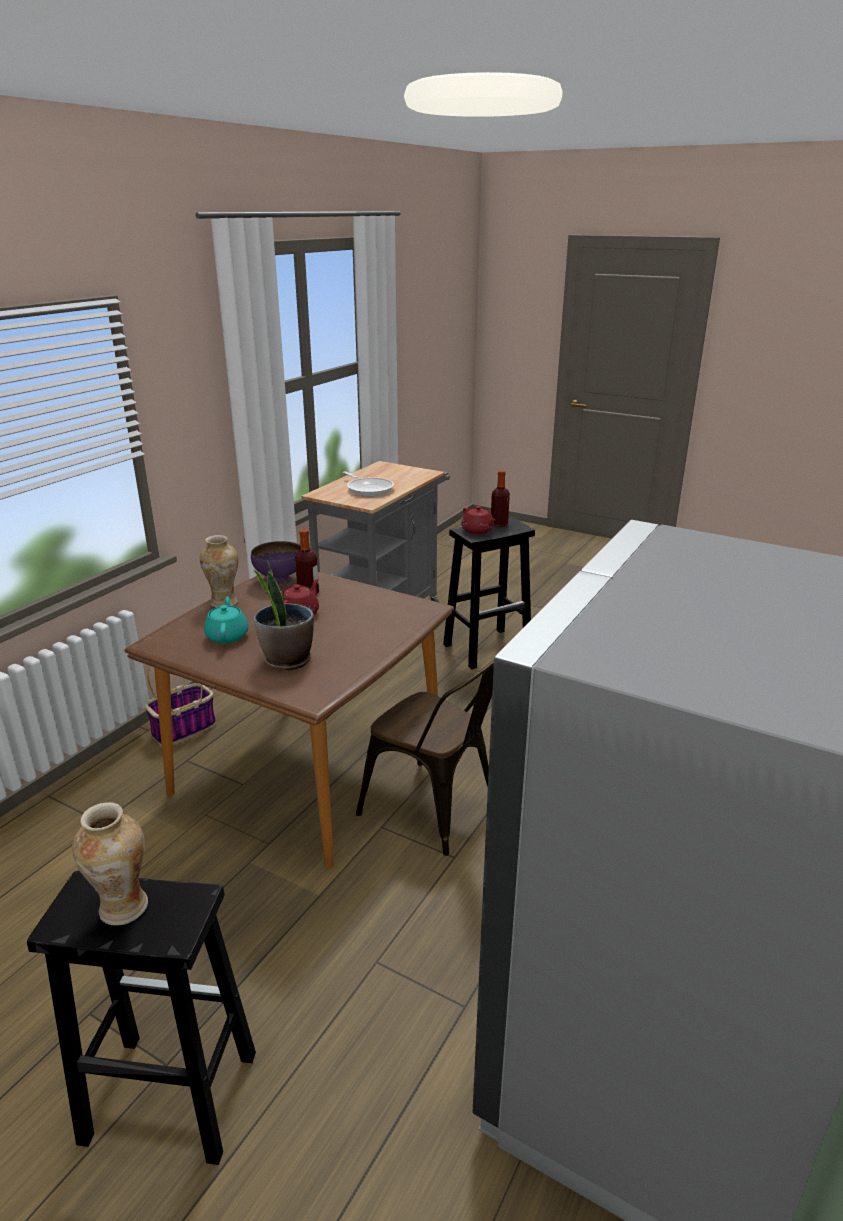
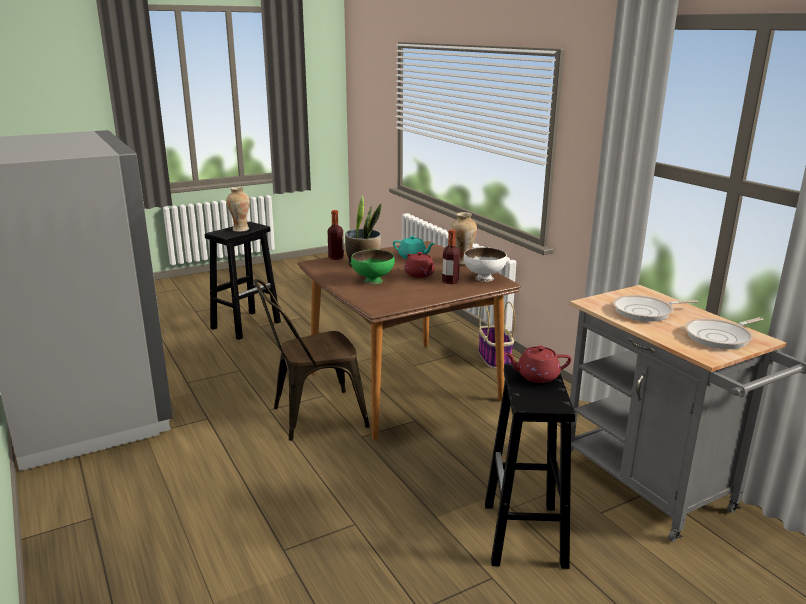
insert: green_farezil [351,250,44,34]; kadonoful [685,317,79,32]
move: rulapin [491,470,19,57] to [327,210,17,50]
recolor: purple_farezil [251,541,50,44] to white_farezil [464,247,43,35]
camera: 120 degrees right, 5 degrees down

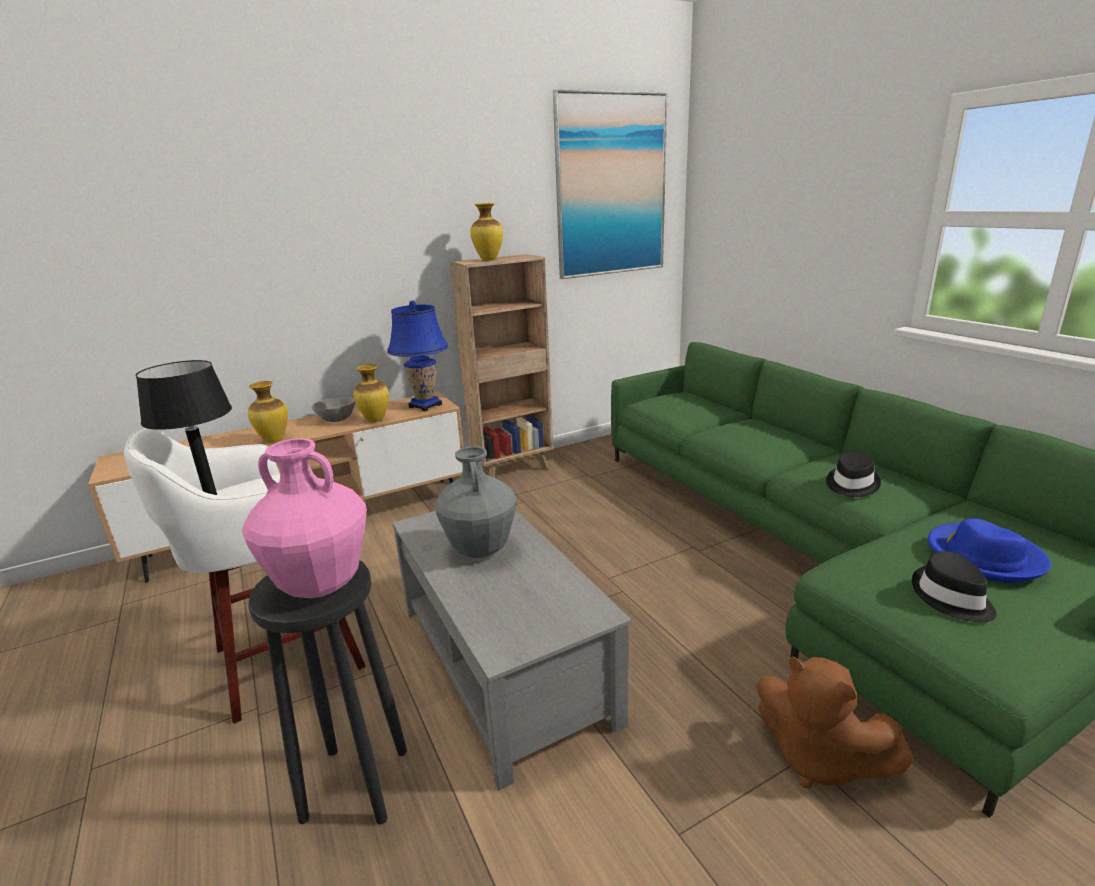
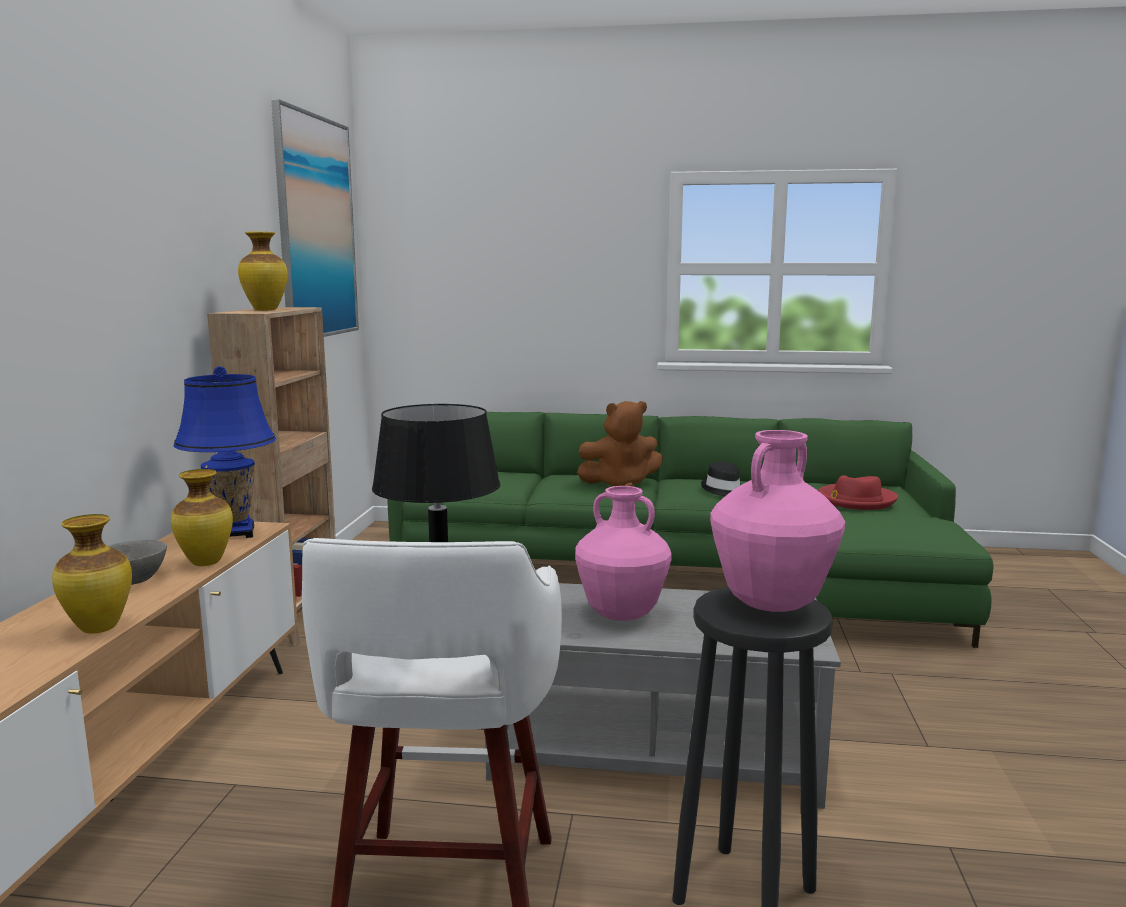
delete: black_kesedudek [912,551,84,71]
move: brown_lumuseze [757,656,157,133] to [577,401,86,85]
recolor: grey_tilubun [435,446,82,112] to pink_tilubun [575,486,97,135]; blue_kesedudek [928,518,123,65] to red_kesedudek [818,475,80,35]
camera: 55 degrees left, 10 degrees down

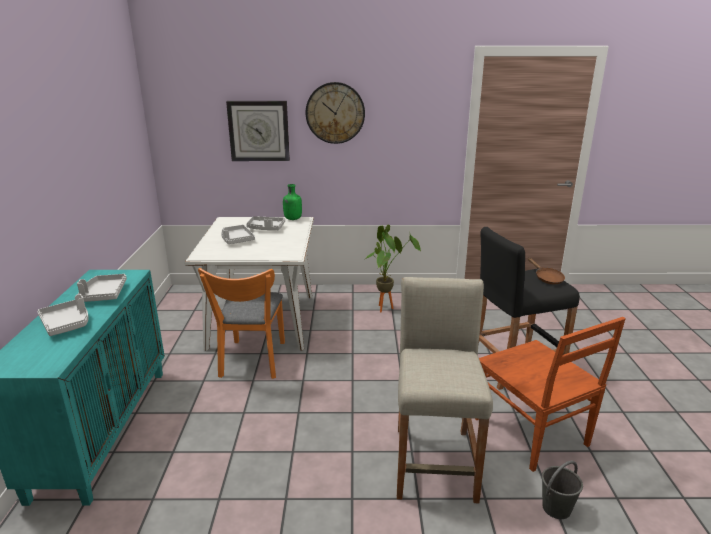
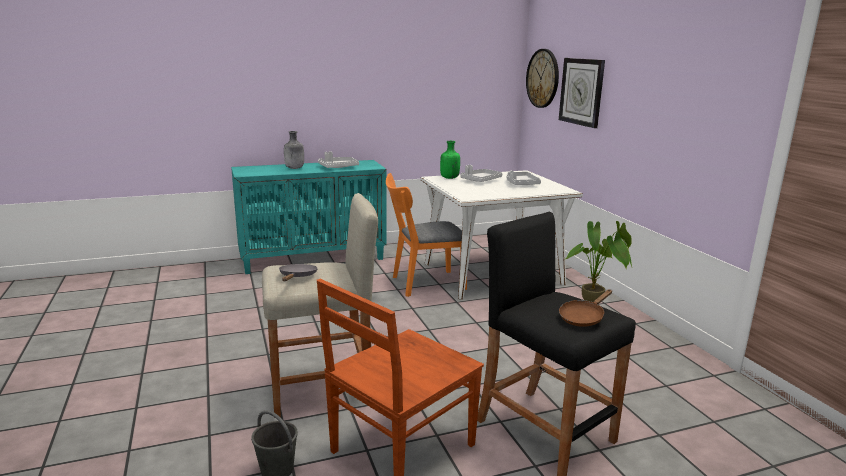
insert: grey_kadonoful [279,264,38,17]
move: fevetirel [306,82,59,62] to [526,49,33,59]; green_rulapin [283,184,19,36] to [440,141,20,38]
replace: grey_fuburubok [37,294,52,42] to grey_rulapin [284,131,20,38]
camera: 70 degrees right, 5 degrees down

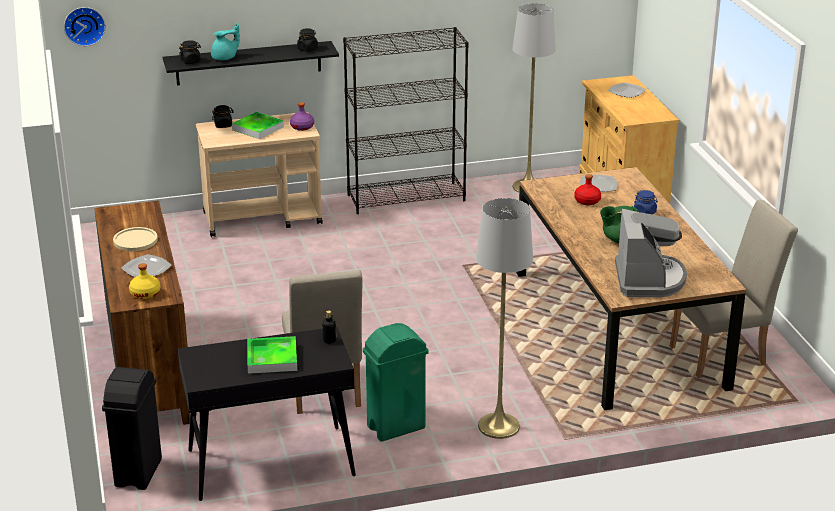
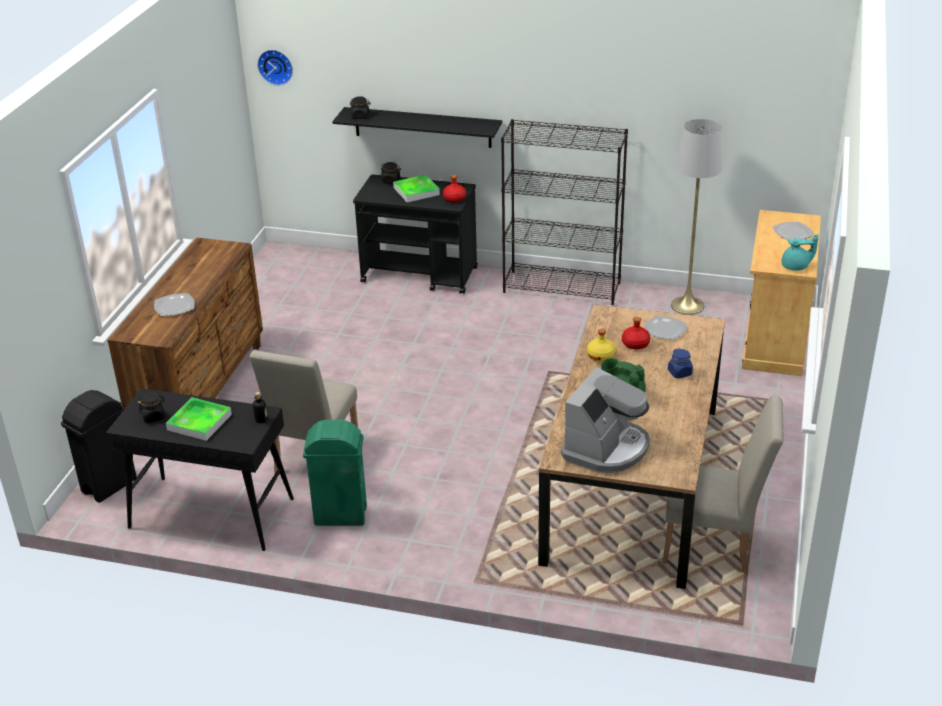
delete: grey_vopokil [476,198,57,241]; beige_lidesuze [113,227,45,24]
move: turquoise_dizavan [211,23,29,37] to [782,234,37,37]; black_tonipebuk [297,28,21,24] to [138,393,27,30]; yellow_rulapin [129,263,31,36] to [587,329,29,33]
recolor: purple_rulapin [290,102,24,29] to red_rulapin [443,175,23,28]; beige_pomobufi [196,112,127,125] to black_pomobufi [353,174,125,120]
camera: 30 degrees right, 5 degrees up

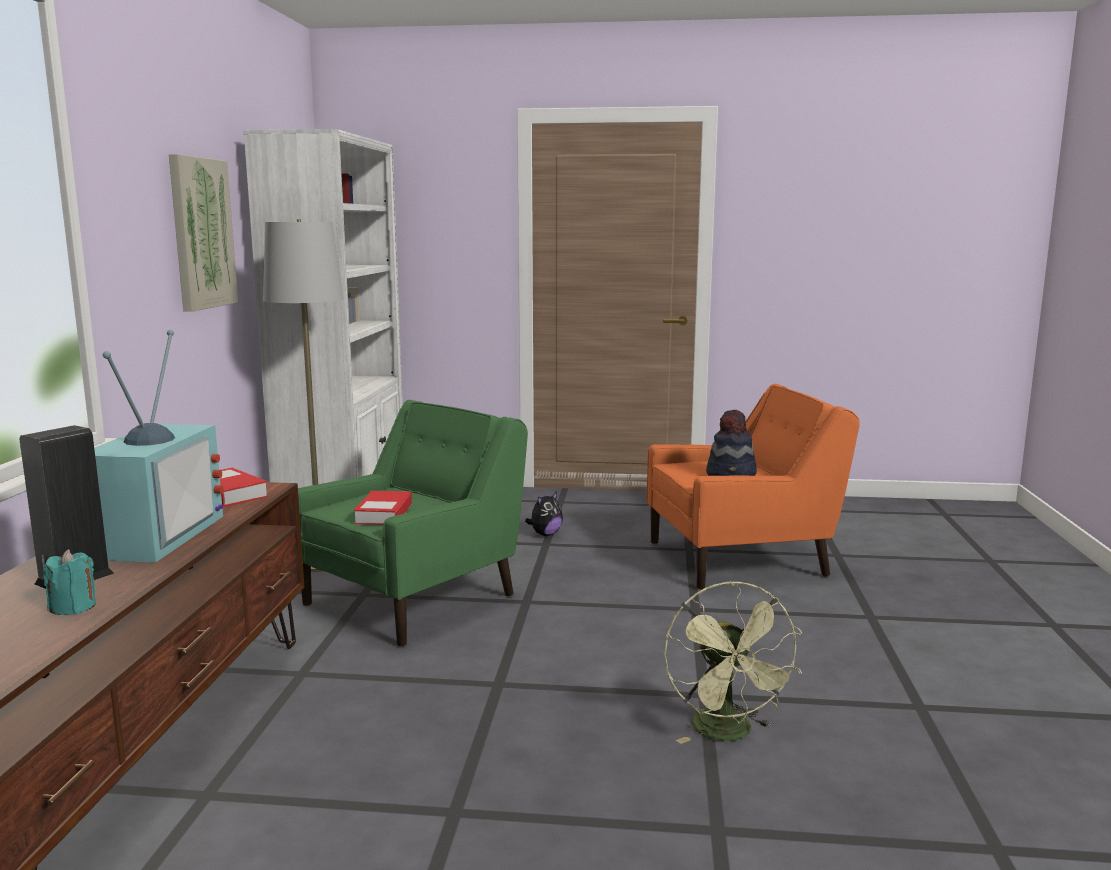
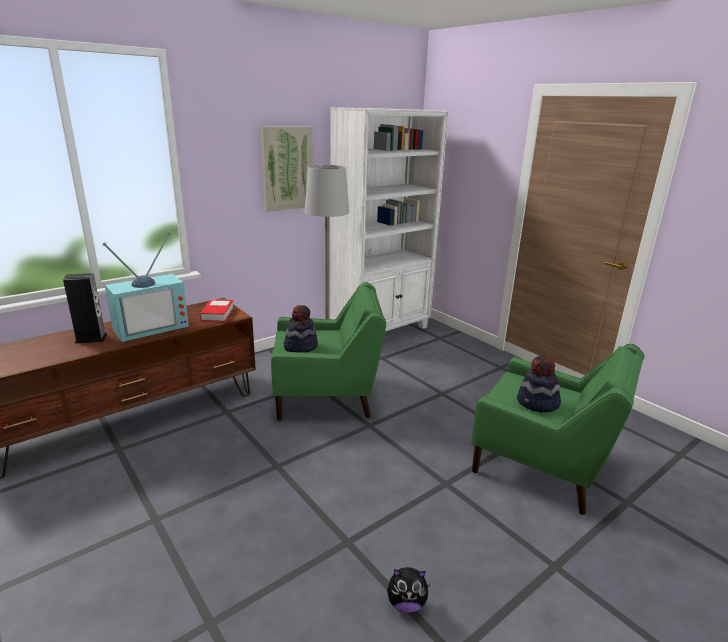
delete: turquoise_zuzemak [43,549,53,66]; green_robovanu [664,581,138,163]
move: lumuseze [525,491,38,45] to [387,567,43,46]
replace: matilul [354,491,58,34] to kesedudek [284,305,34,47]
recolor: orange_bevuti [646,384,214,206] to green_bevuti [471,344,174,171]
camera: 45 degrees right, 10 degrees up

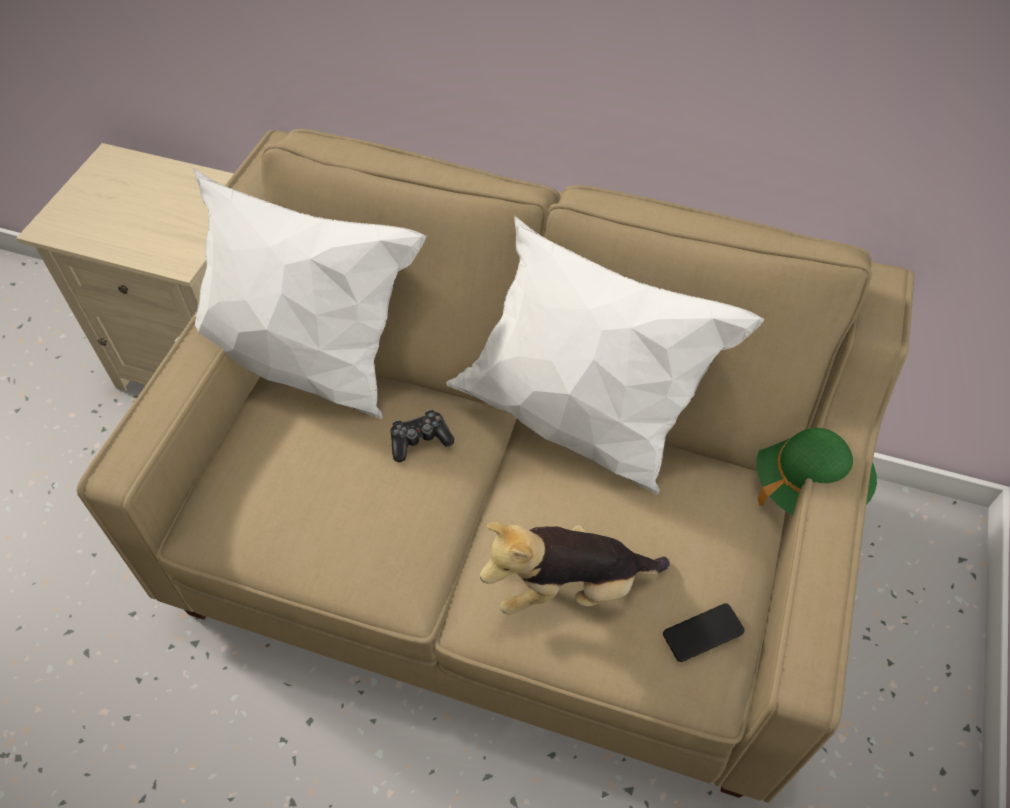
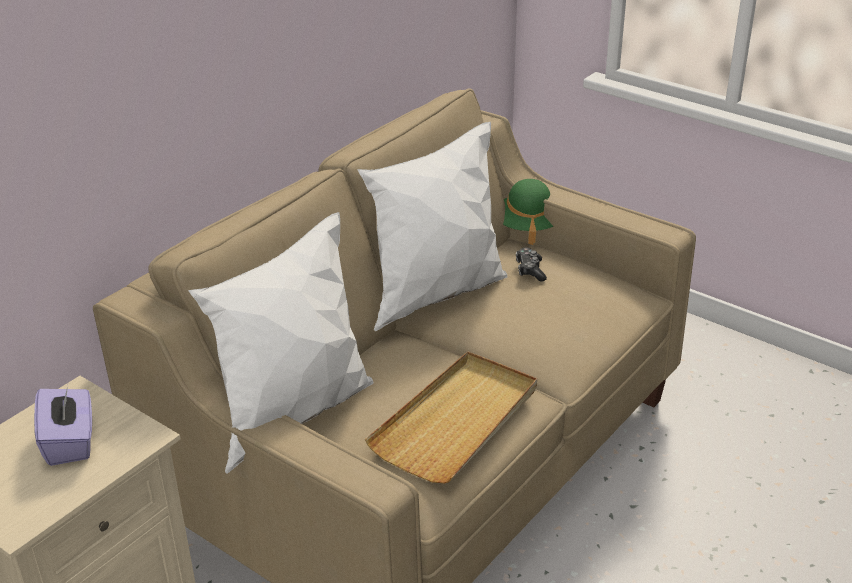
delete: lumuseze [480,522,190,93]; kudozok [663,603,82,59]
insert: beige_fuburubok [365,352,172,131]; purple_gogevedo [34,382,58,84]
move: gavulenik [390,410,64,52] to [516,248,31,34]
camera: 70 degrees left, 20 degrees down

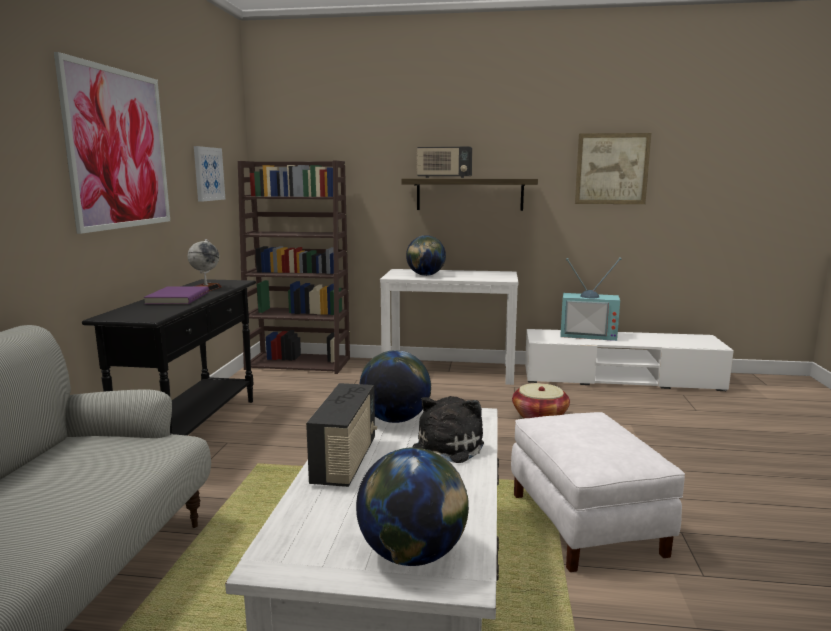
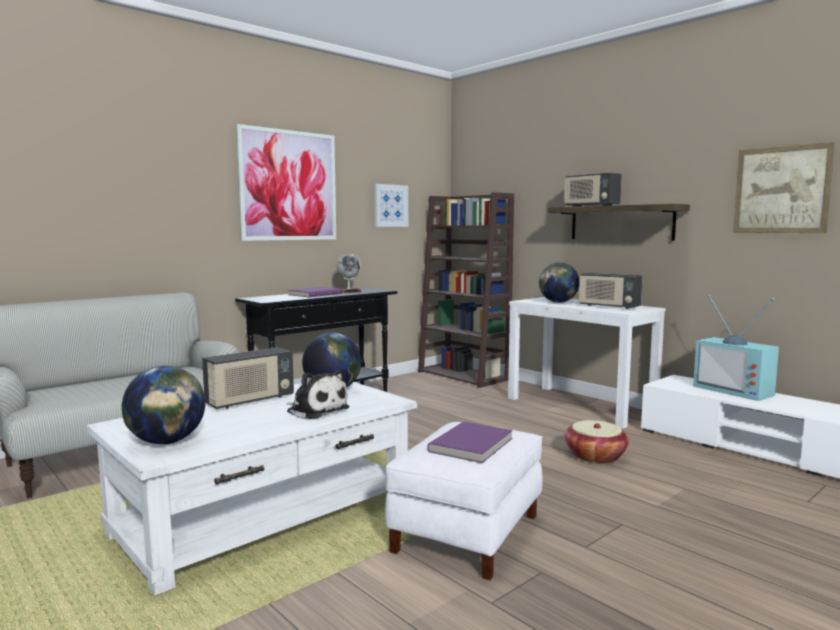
insert: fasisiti [578,273,64,36]; purple_matilul [427,422,86,41]
rotate: lumuseze [412,396,72,67] = [286,370,64,49] 60 degrees clockwise
camera: 40 degrees right, 5 degrees down

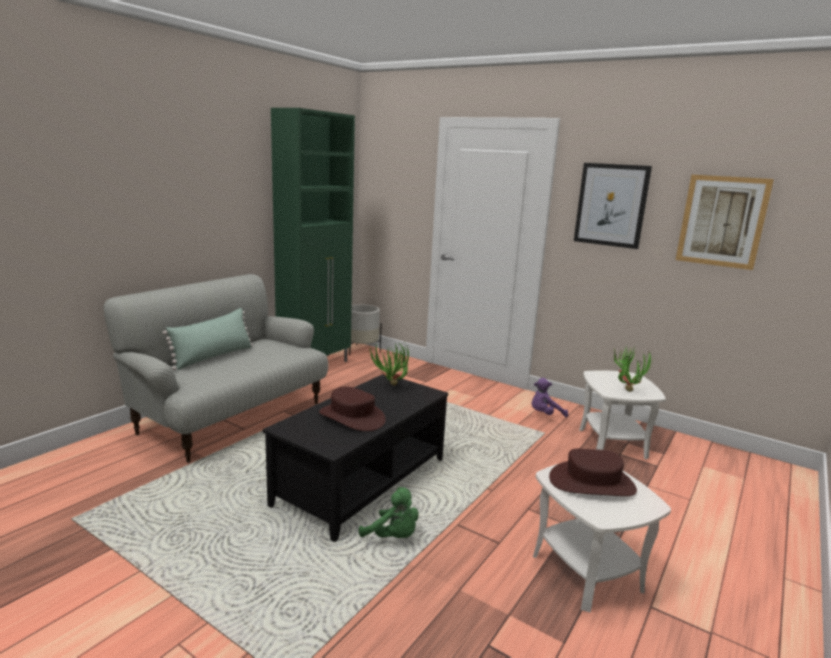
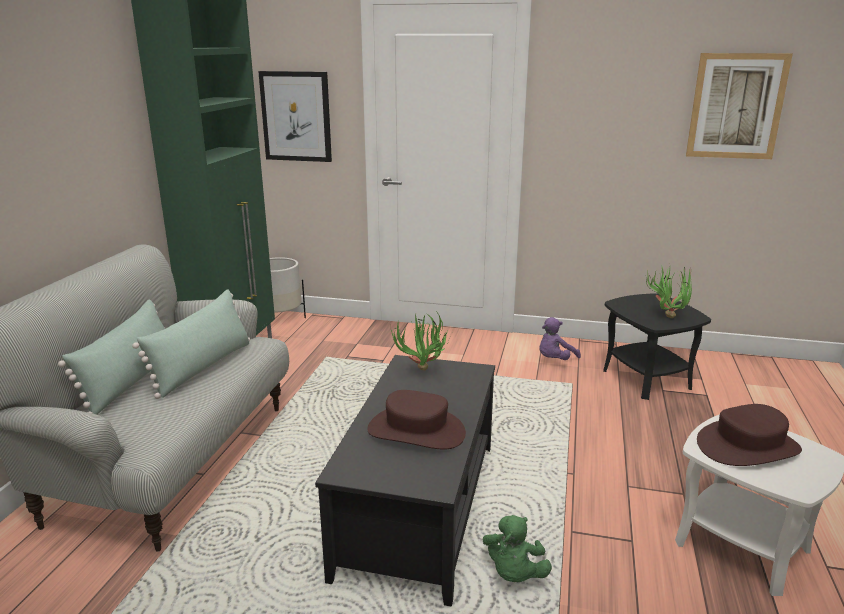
insert: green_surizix [132,289,118,110]
move: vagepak [574,163,78,86] to [258,71,74,91]
recolor: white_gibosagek [579,370,87,90] to black_gibosagek [603,293,108,107]
rotate: green_lumuseze [359,487,60,51] = [483,515,69,67] 90 degrees clockwise
camera: 20 degrees left, 5 degrees up

